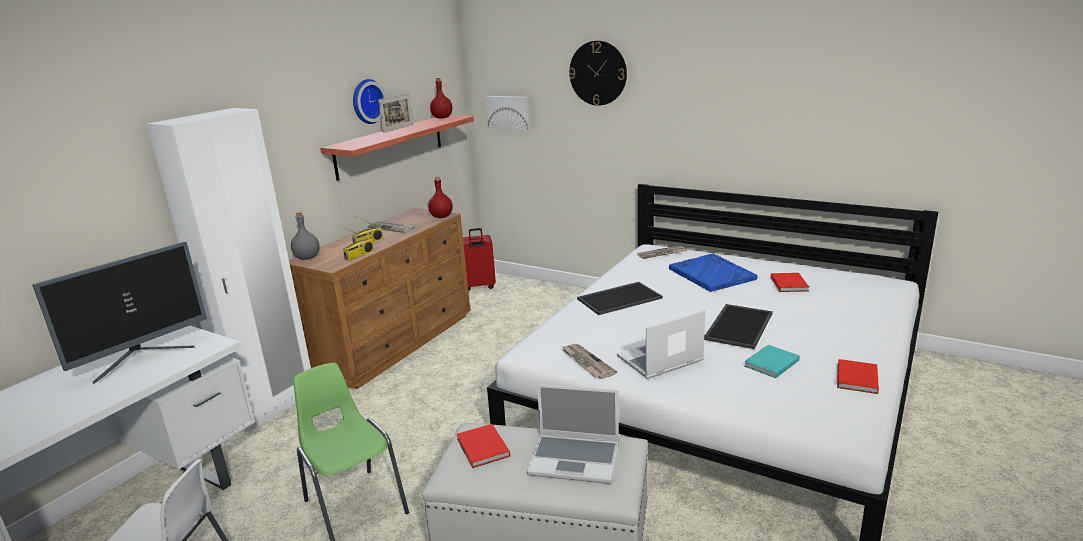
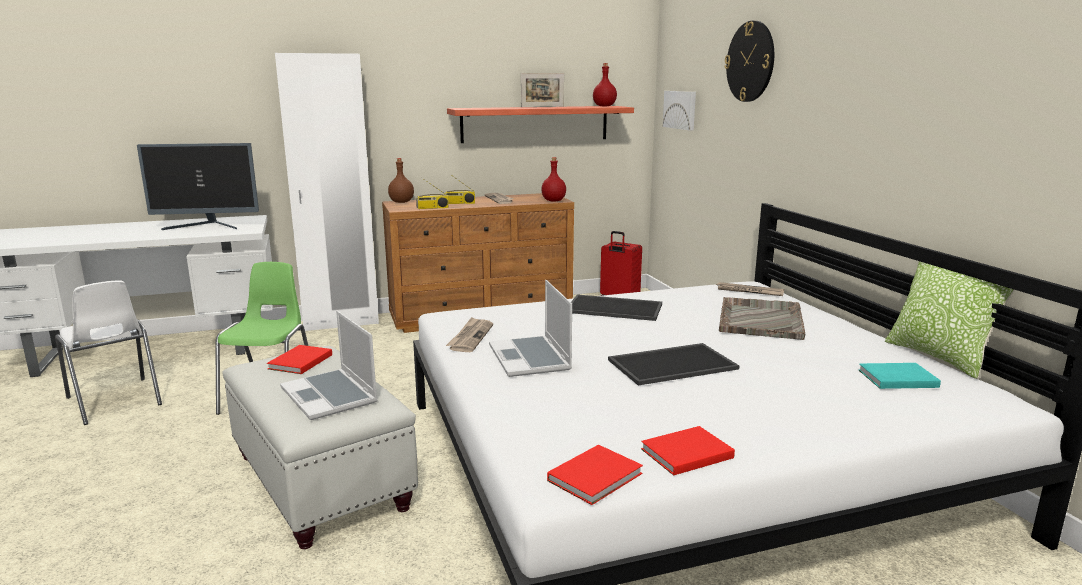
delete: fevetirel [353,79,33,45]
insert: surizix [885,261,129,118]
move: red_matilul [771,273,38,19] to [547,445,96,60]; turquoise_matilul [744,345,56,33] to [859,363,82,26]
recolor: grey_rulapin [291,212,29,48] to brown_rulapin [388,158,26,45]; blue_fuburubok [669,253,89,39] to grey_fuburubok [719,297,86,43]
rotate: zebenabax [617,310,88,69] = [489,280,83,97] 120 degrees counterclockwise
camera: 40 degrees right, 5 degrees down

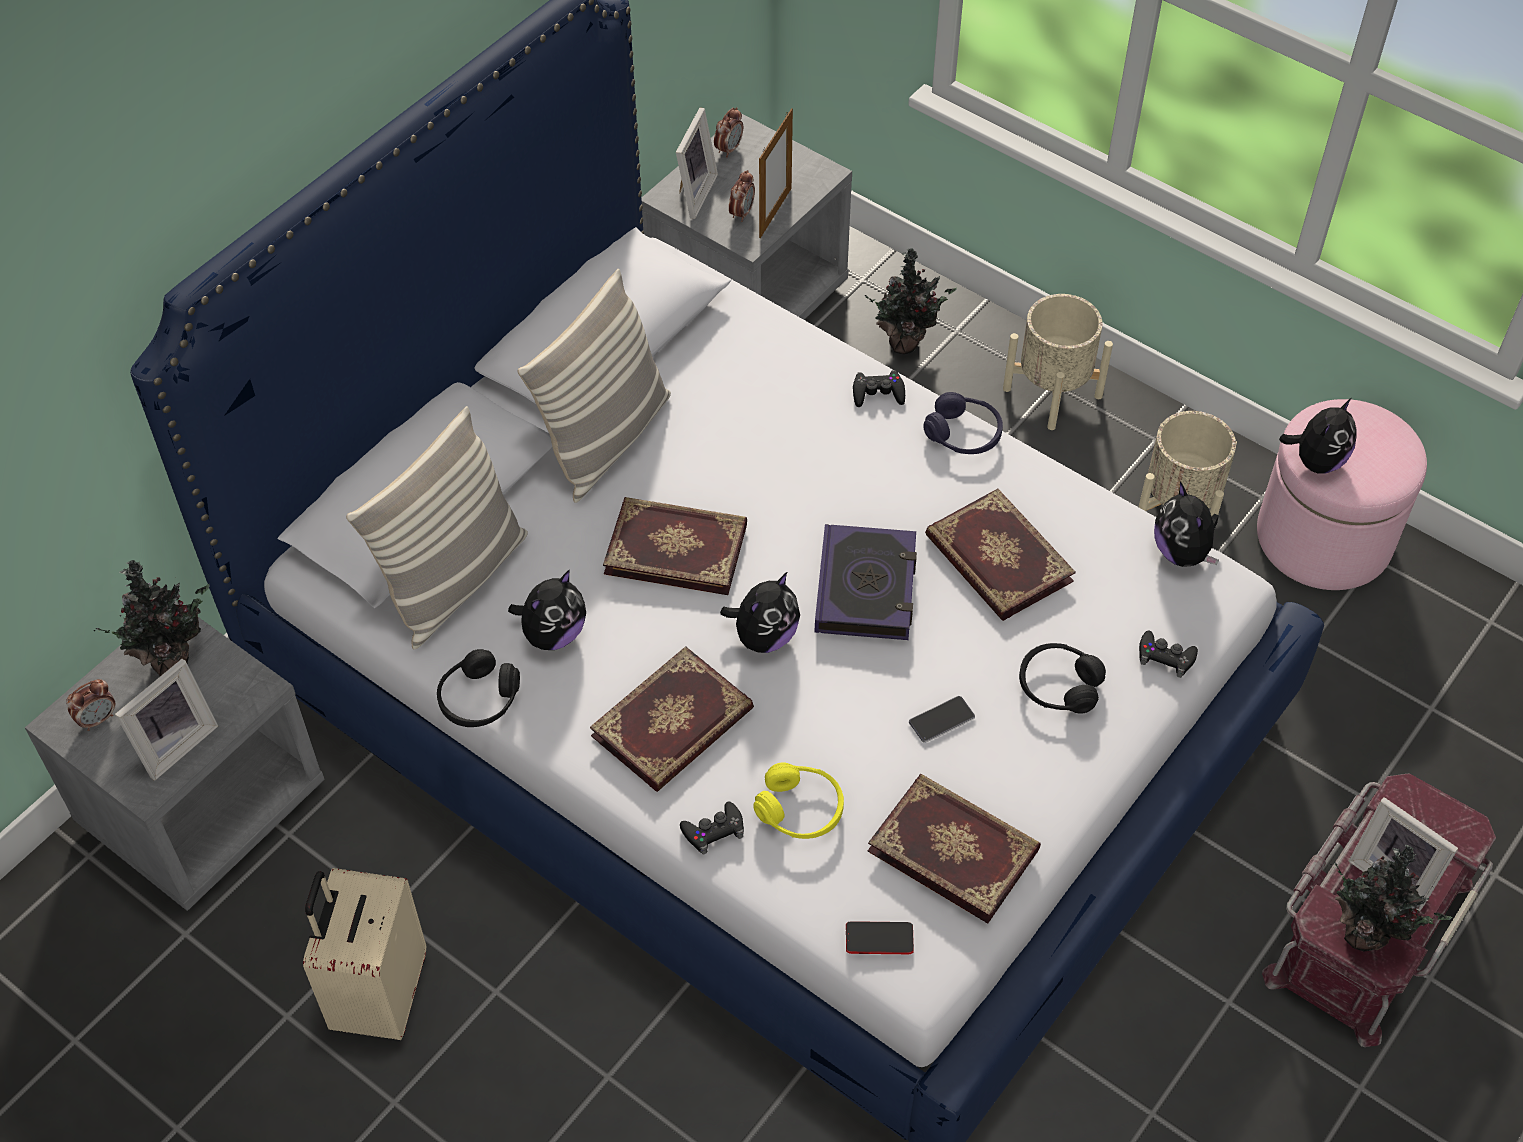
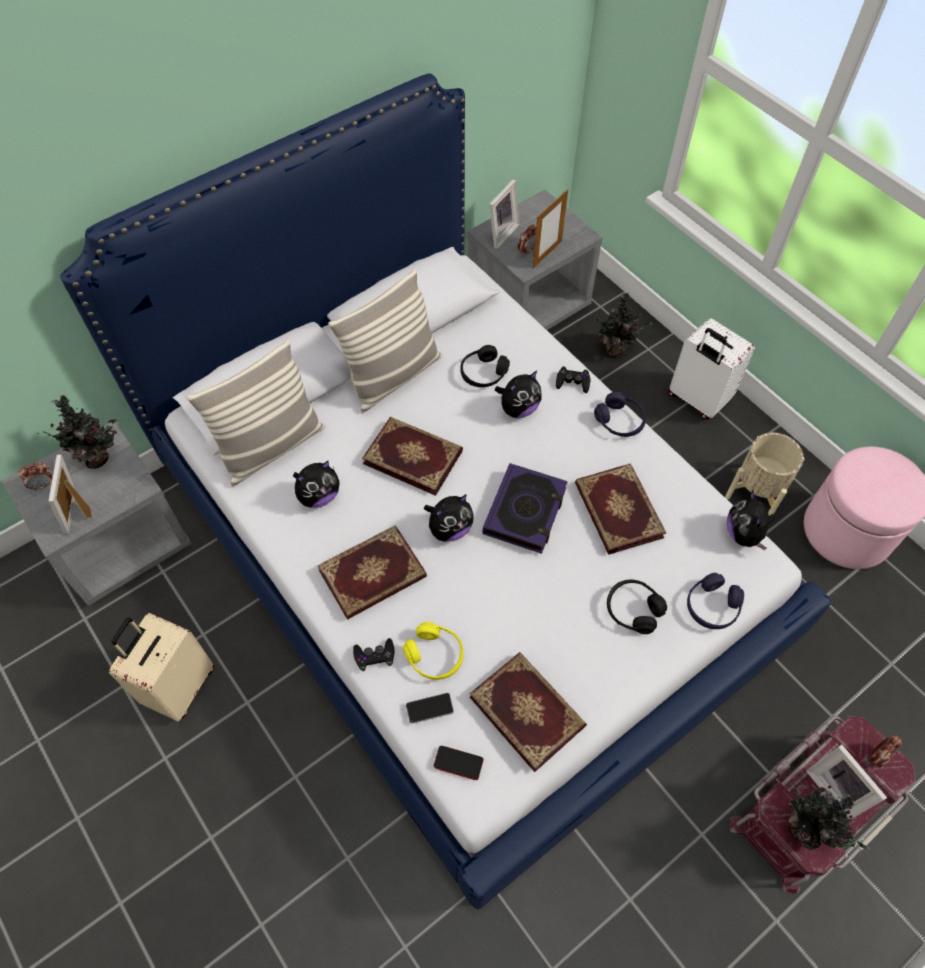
move: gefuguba [714,107,29,50] to [869,736,33,31]; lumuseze [1279,398,77,76] to [495,371,46,47]; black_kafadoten [437,649,83,78] to [460,345,50,42]; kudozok [909,696,66,47] to [406,693,48,31]
replace: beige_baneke [1003,294,110,136] to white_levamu [668,318,87,102]; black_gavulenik [1139,630,59,48] to purple_kafadoten [687,573,57,56]
rotate: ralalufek [115,659,103,122] = [49,454,43,80] 120 degrees clockwise
camera: 15 degrees right, 5 degrees up

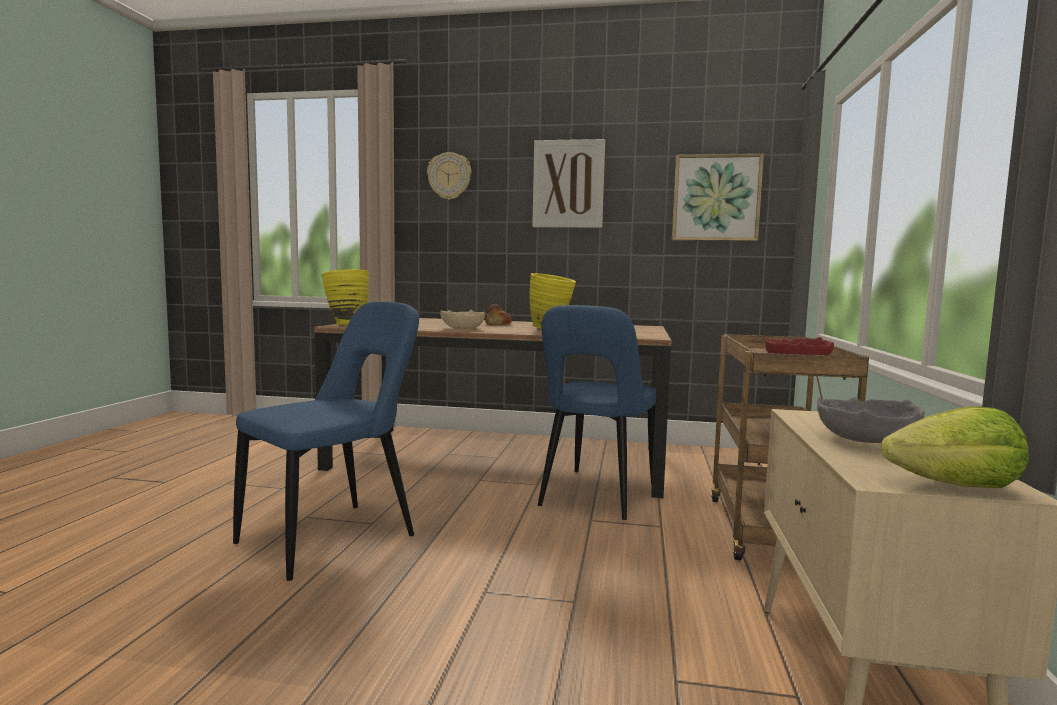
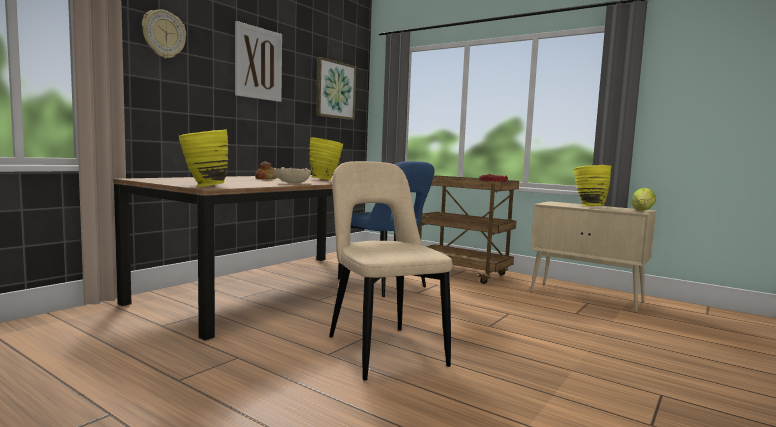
replace: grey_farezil [817,397,107,46] to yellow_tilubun [573,165,38,41]
recolor: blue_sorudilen [233,302,186,279] to beige_sorudilen [329,161,124,220]
camera: 65 degrees left, 0 degrees up

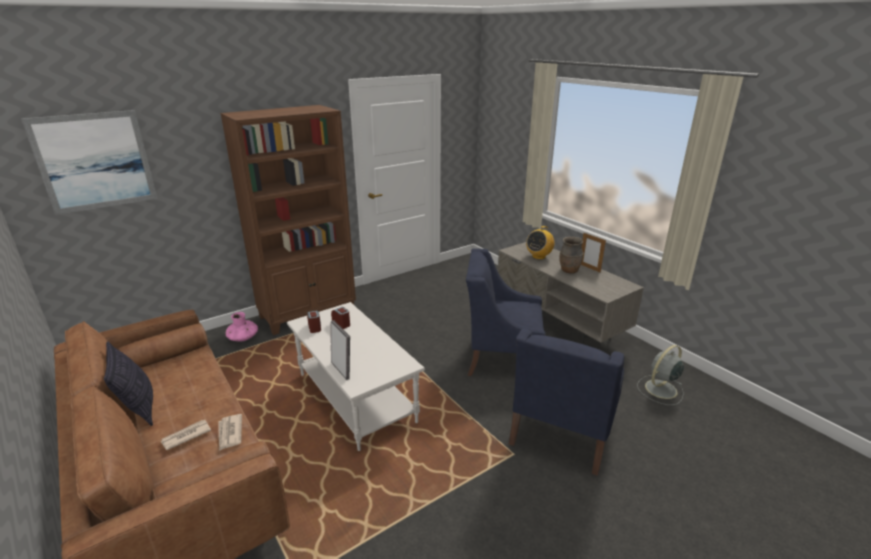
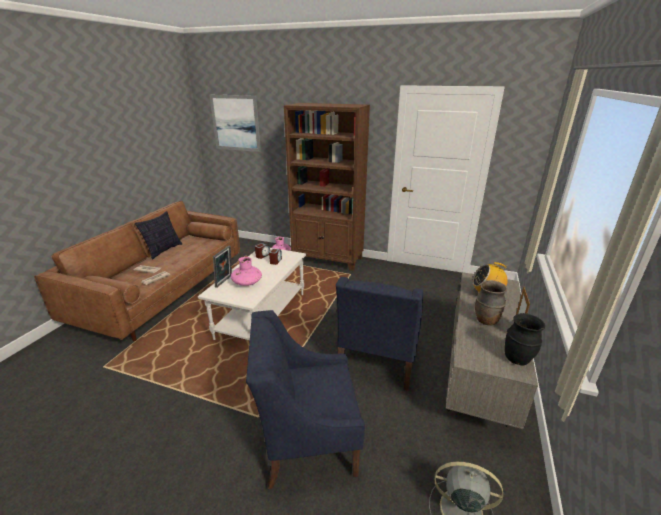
insert: pink_tilubun [231,257,31,29]; black_tilubun [505,313,40,52]
rotate: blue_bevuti [466,248,80,128] = [336,277,87,114] 135 degrees counterclockwise
camera: 55 degrees right, 0 degrees up

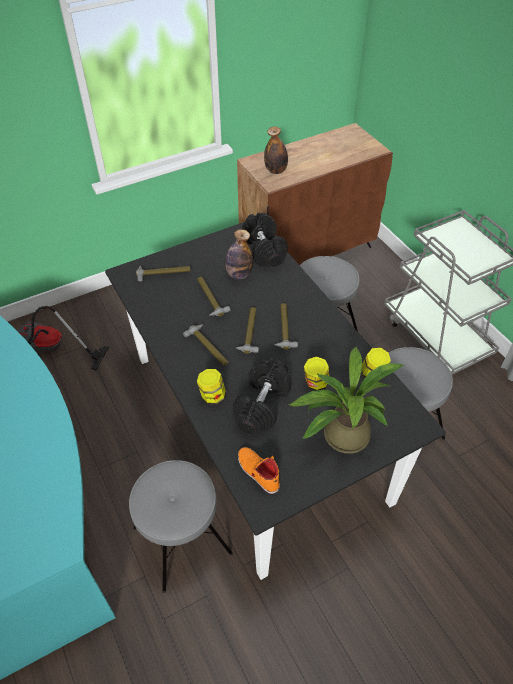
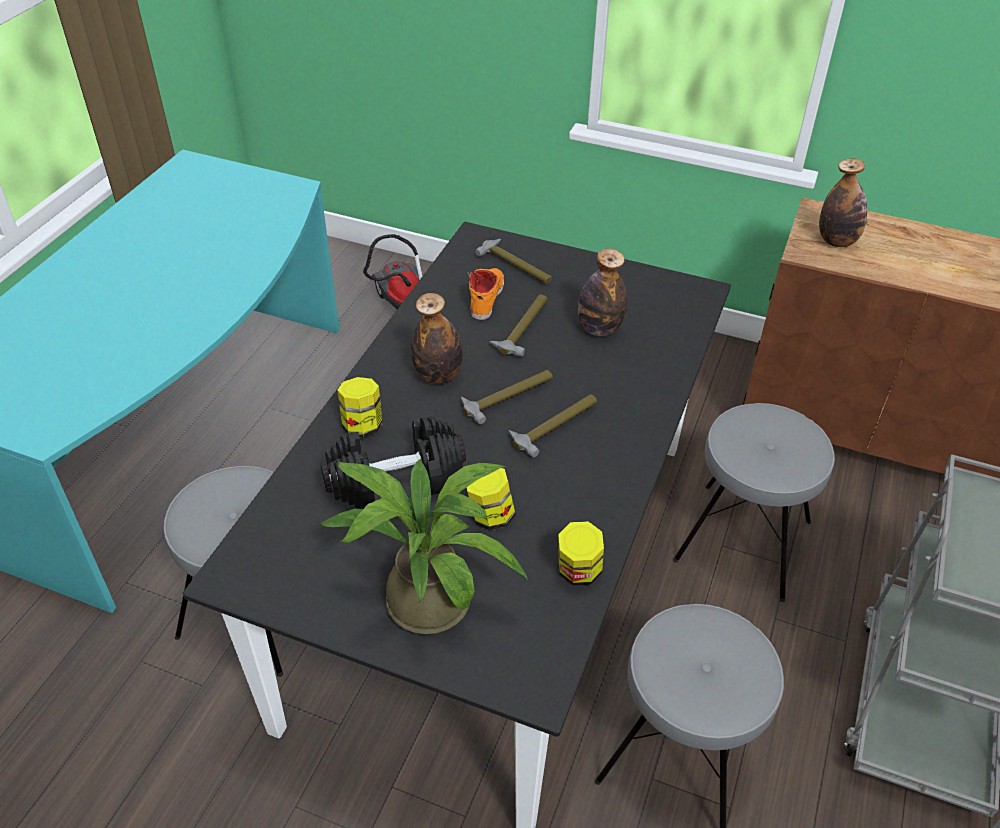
delete: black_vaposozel [242,213,46,54]
move: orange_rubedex [238,447,42,47] to [468,268,36,52]
replace: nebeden [183,324,45,42] to rulapin [411,293,52,91]
camera: 50 degrees right, 5 degrees down

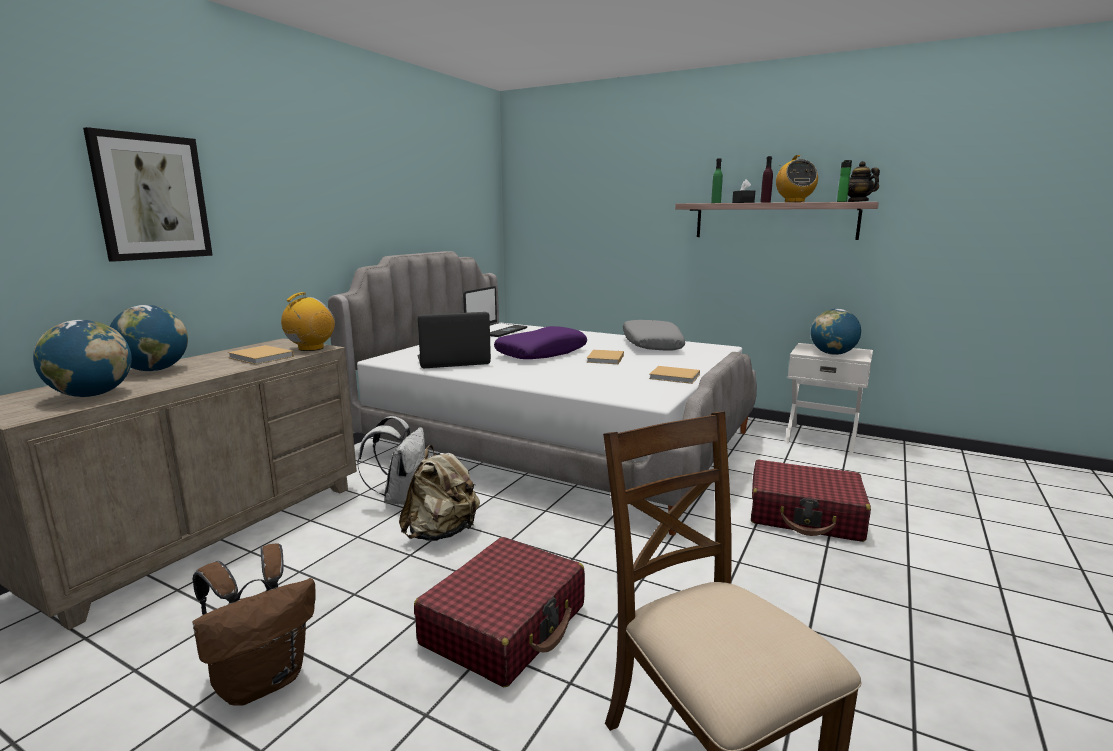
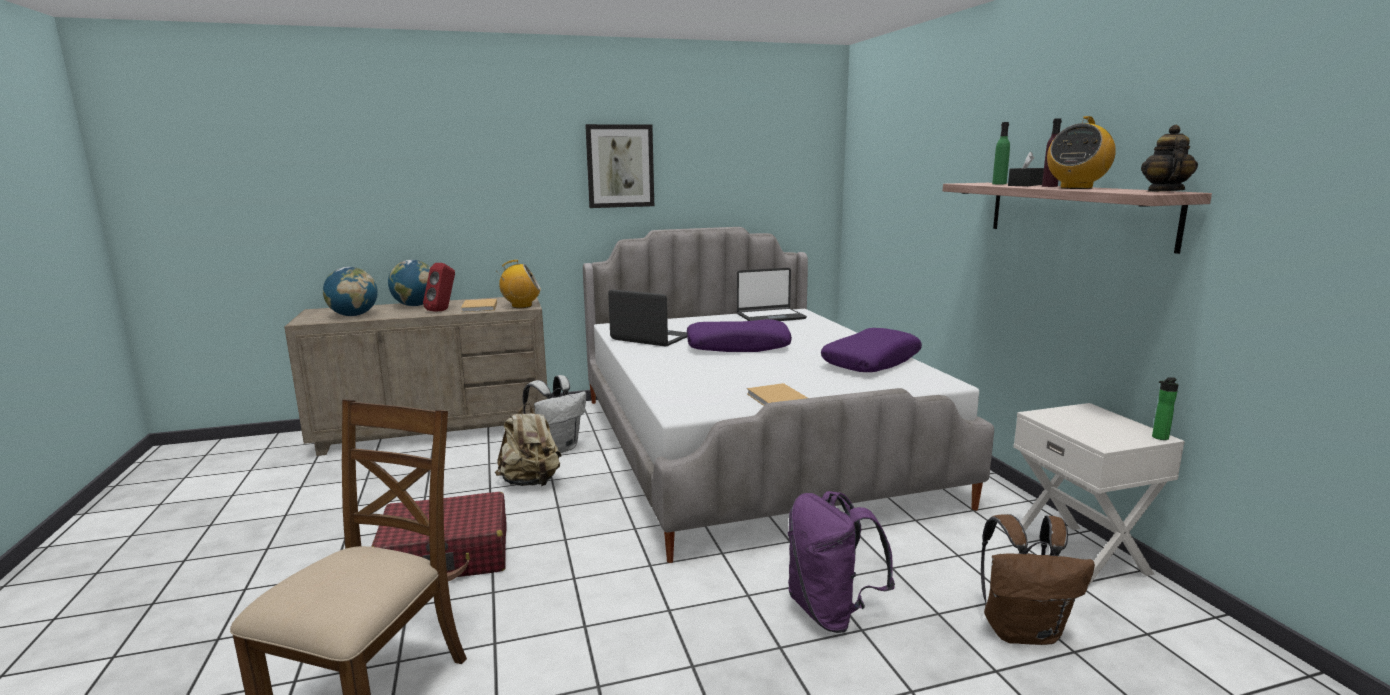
delete: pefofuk [811,309,50,46]; beige_matilul [586,350,38,14]
insert: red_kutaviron [423,263,32,48]
move: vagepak [83,127,130,135] to [585,124,69,84]; rulapin [837,160,15,42] to [1152,377,27,63]; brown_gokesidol [192,543,124,163] to [981,514,114,131]
replace: red_levamu [751,459,120,83] to purple_gokesidol [788,491,107,142]
recolor: grey_surizix [623,320,62,31] to purple_surizix [821,328,101,44]
camera: 45 degrees right, 0 degrees up

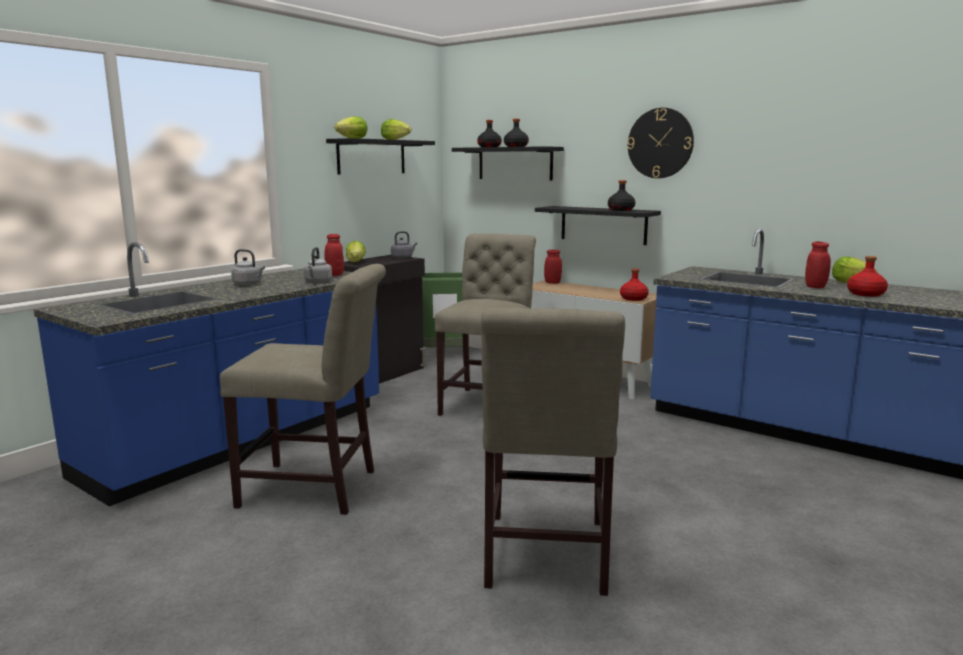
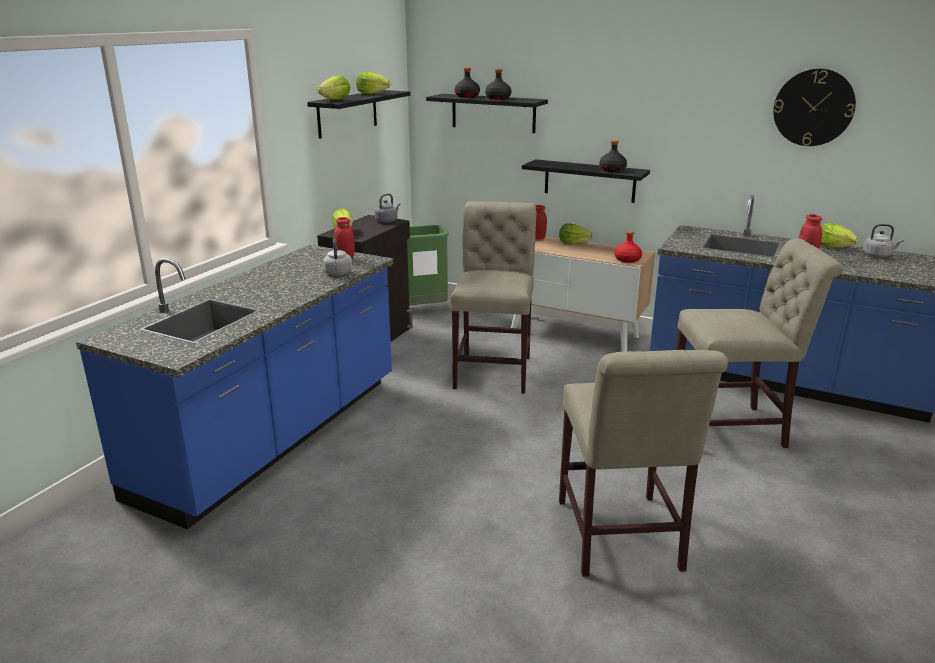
delete: red_rulapin [847,256,41,41]
insert: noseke [559,223,34,21]
move: fevetirel [627,108,67,70] to [773,69,83,77]; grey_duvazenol [231,249,34,36] to [863,224,41,34]; beige_sorudilen [220,264,166,251] to [676,238,167,210]
camera: 10 degrees left, 10 degrees up

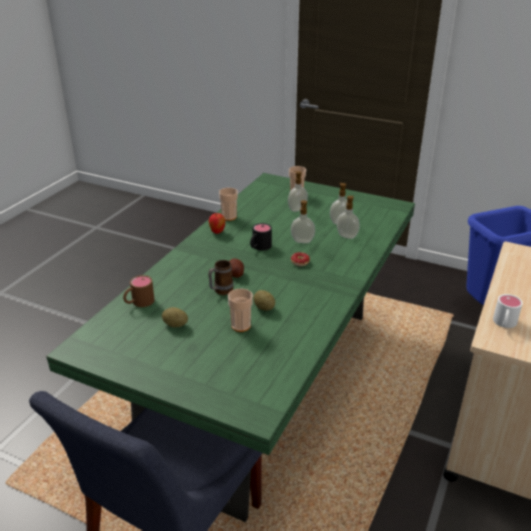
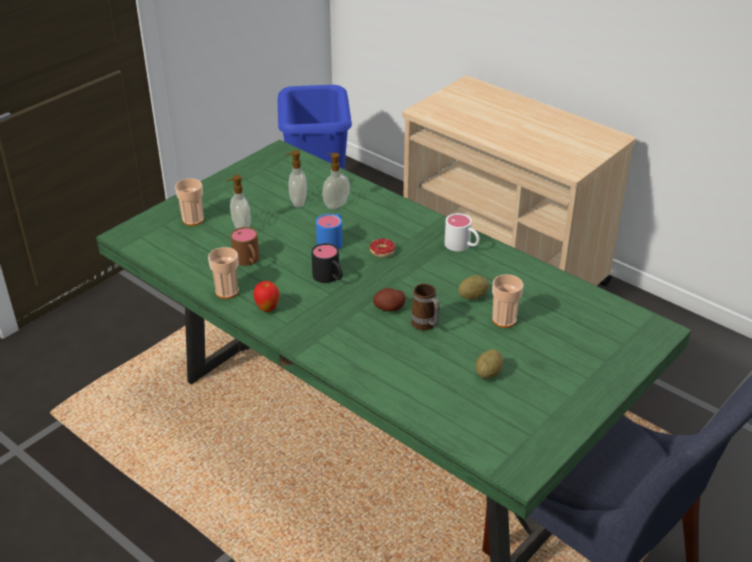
move: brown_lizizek [123,275,32,32] to [230,227,29,39]; white_lizizek [493,294,30,34] to [444,213,36,38]
replace: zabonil [291,200,24,43] to blue_lizizek [316,214,27,35]
camera: 75 degrees left, 5 degrees up

